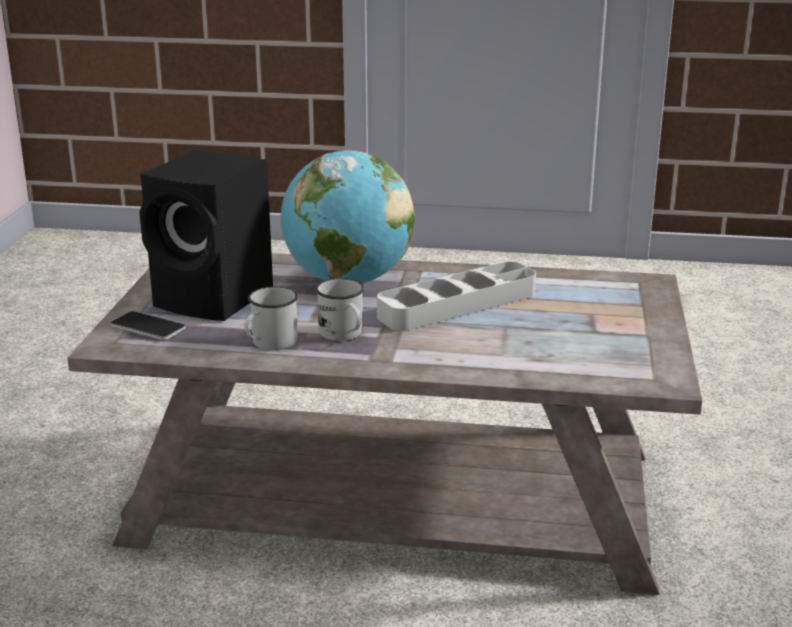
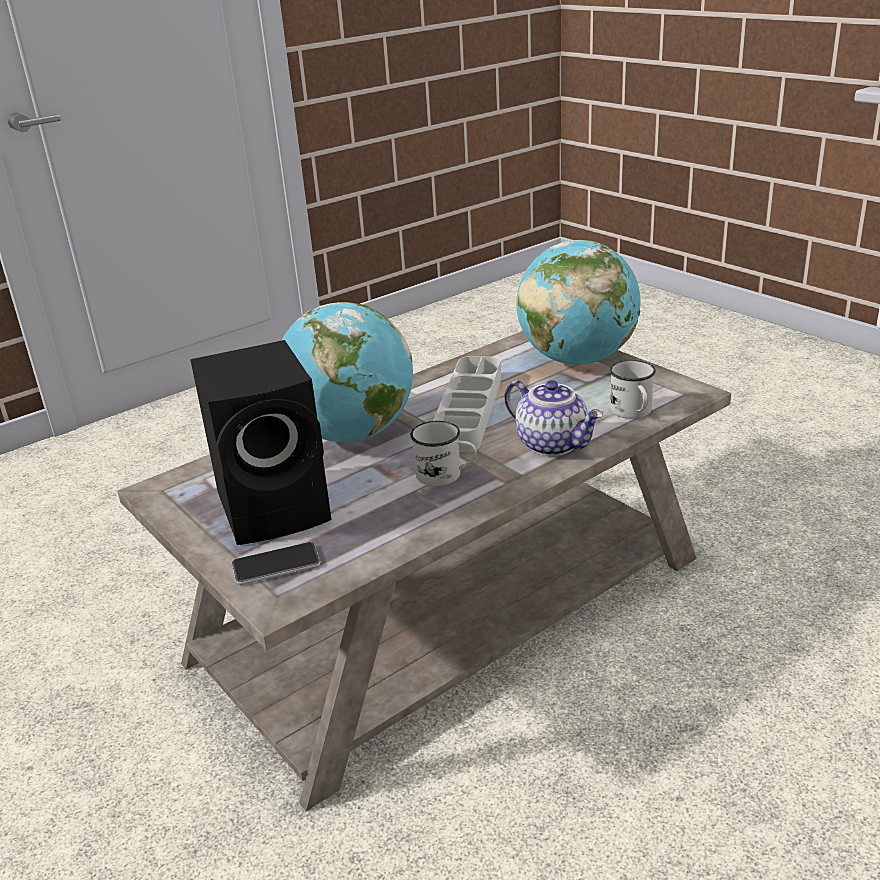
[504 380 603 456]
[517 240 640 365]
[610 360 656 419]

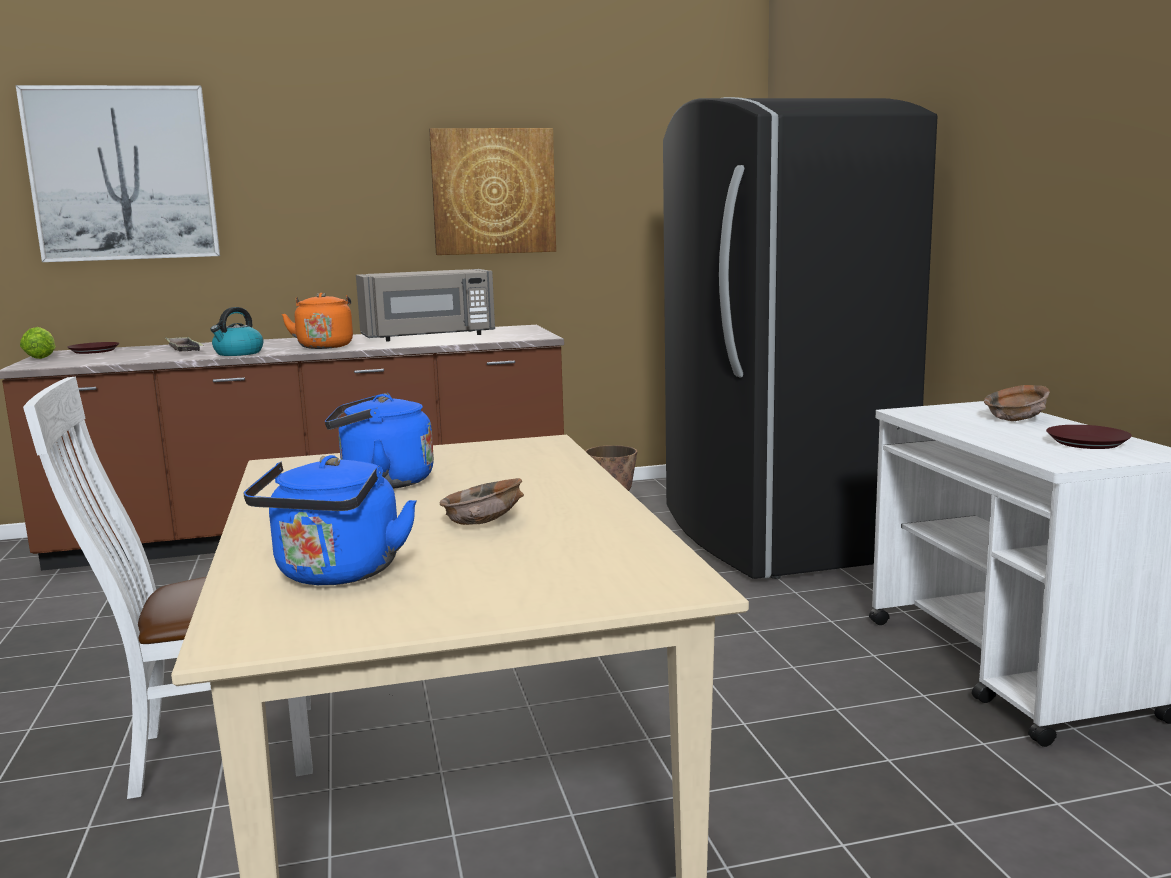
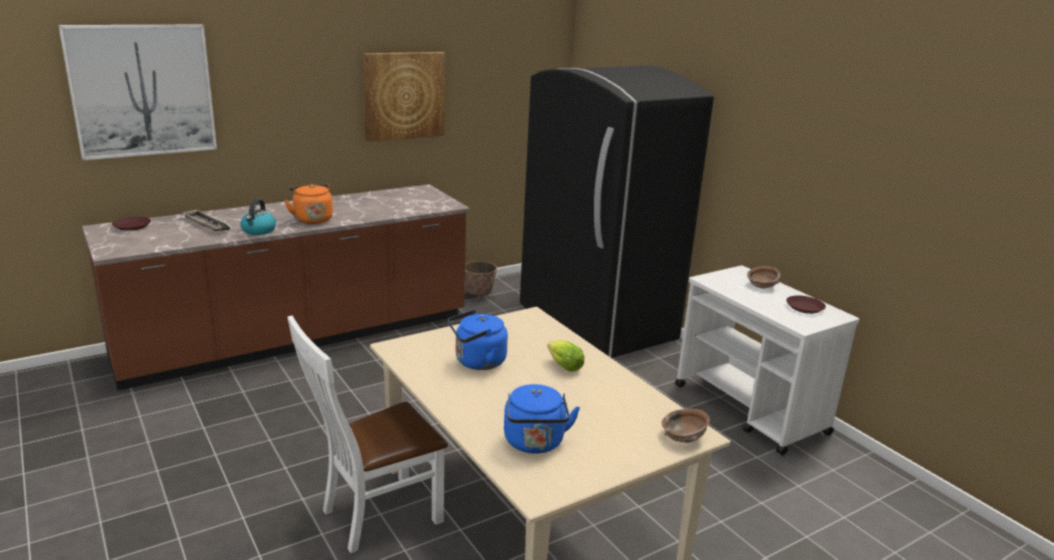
[356 269 495 342] (first image)
[547 340 584 371]
[662 409 710 443]

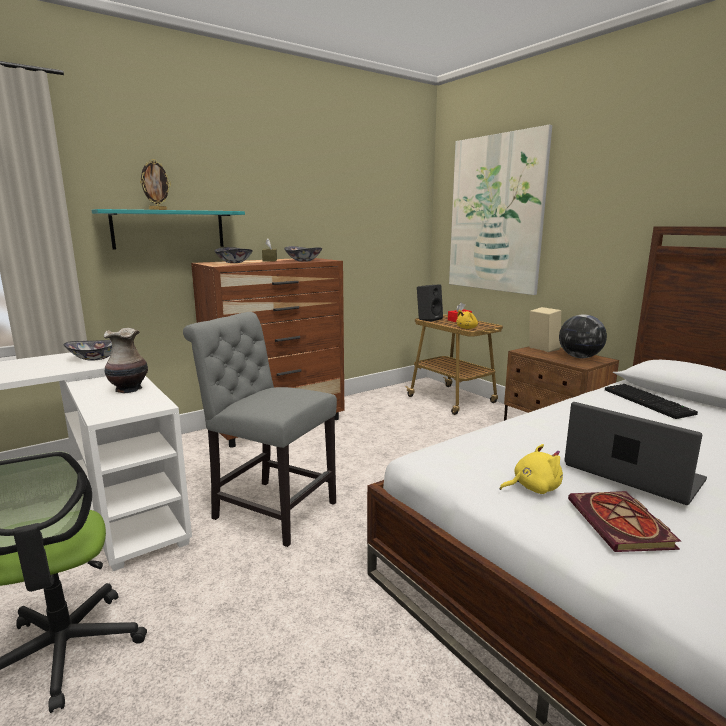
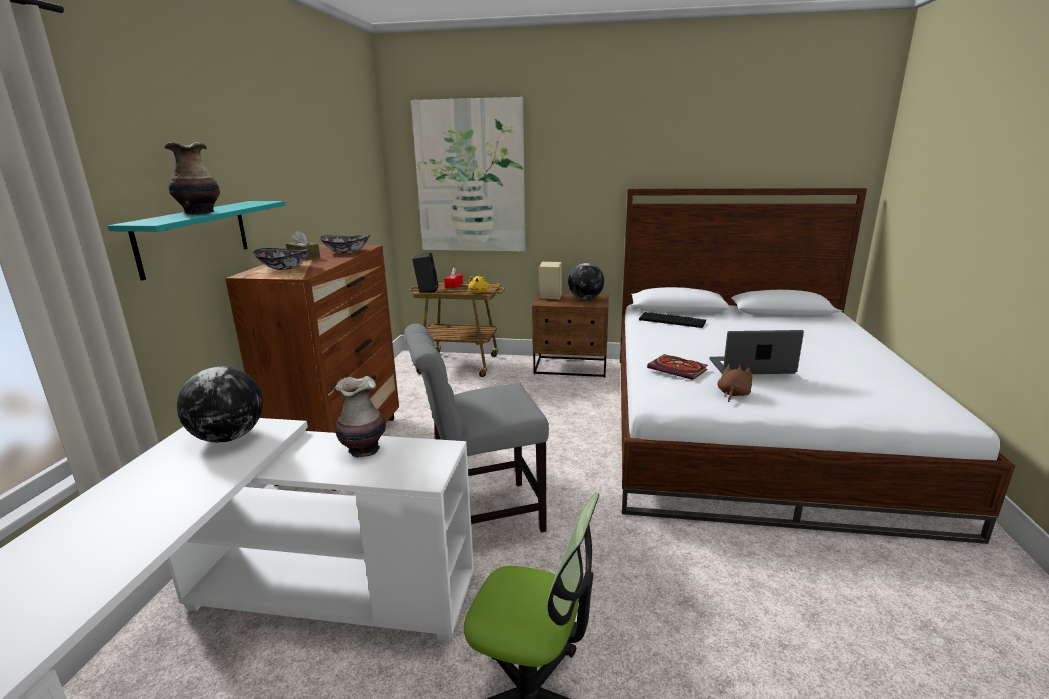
[647 354 708 380]
[177 366 263 443]
[164 142 220 215]
[717 364 752 402]

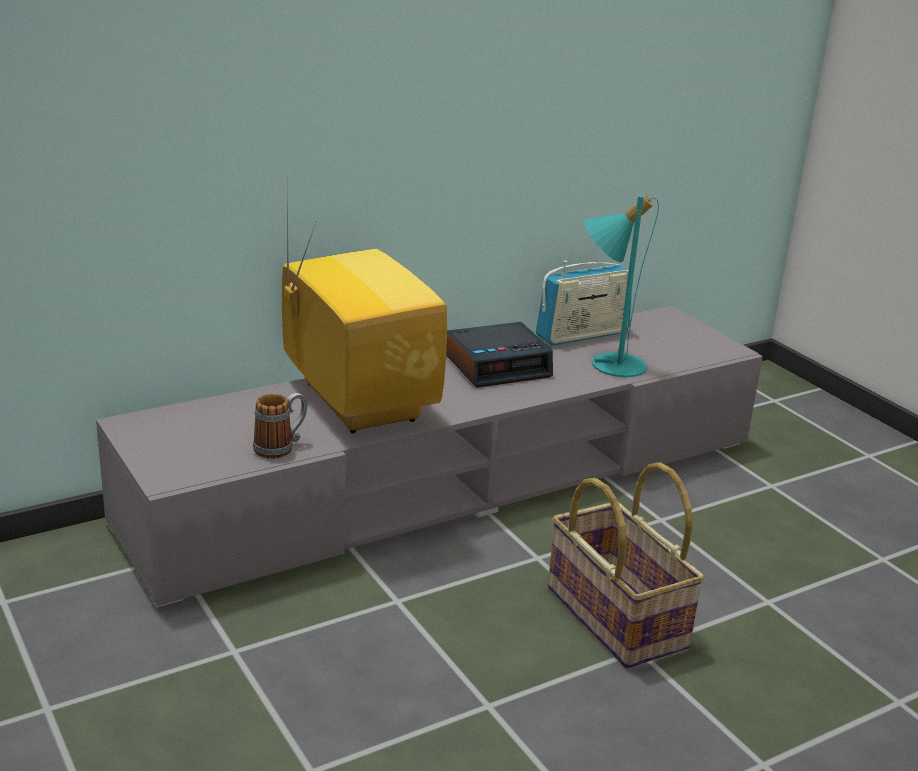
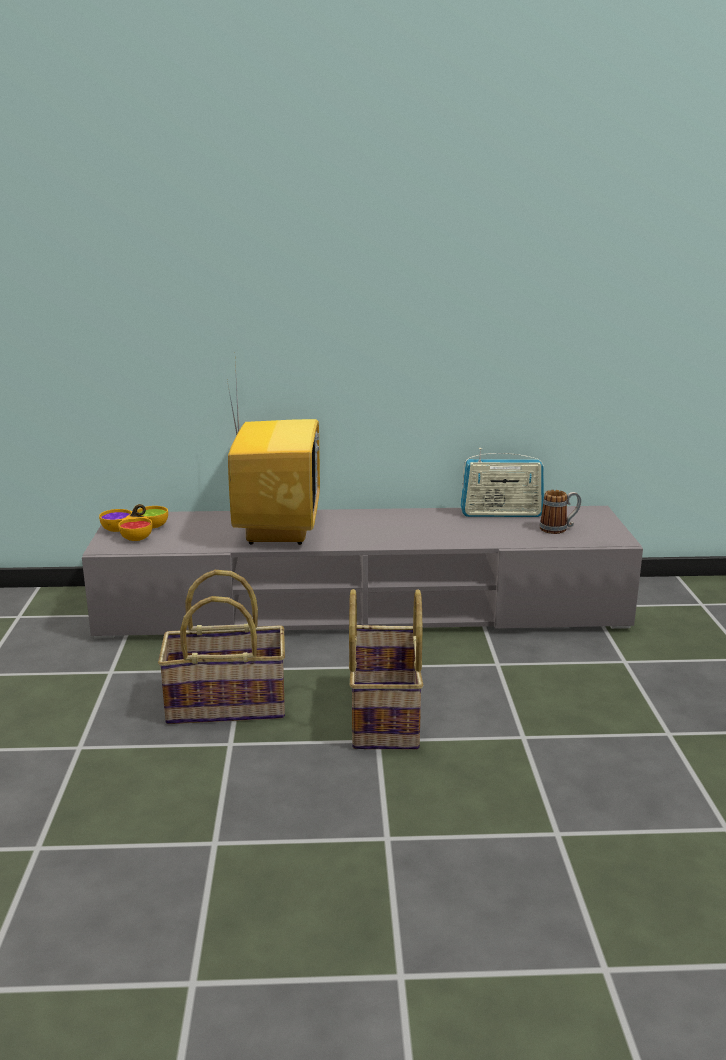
[446 322 553 388] (first image)
[585 196 659 377] (first image)
[99 504 168 541]
[158 570 285 724]
[539 490 581 534]

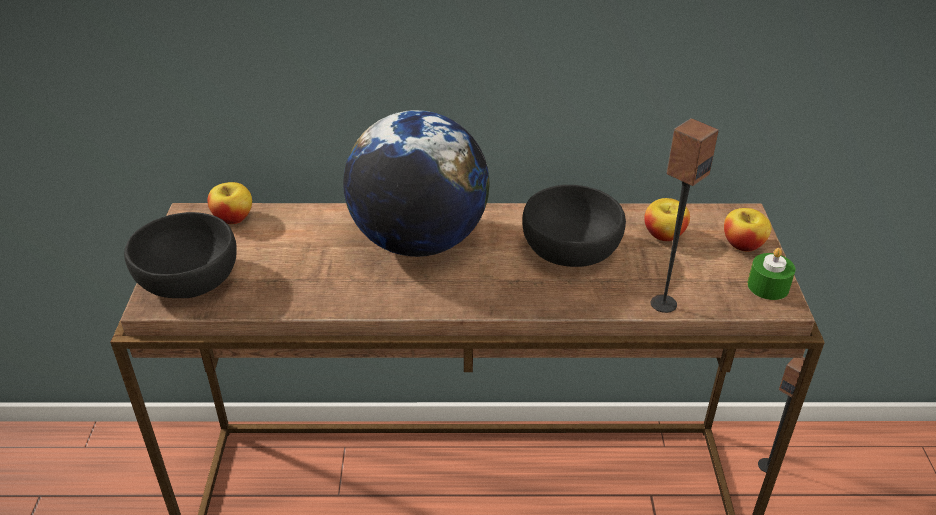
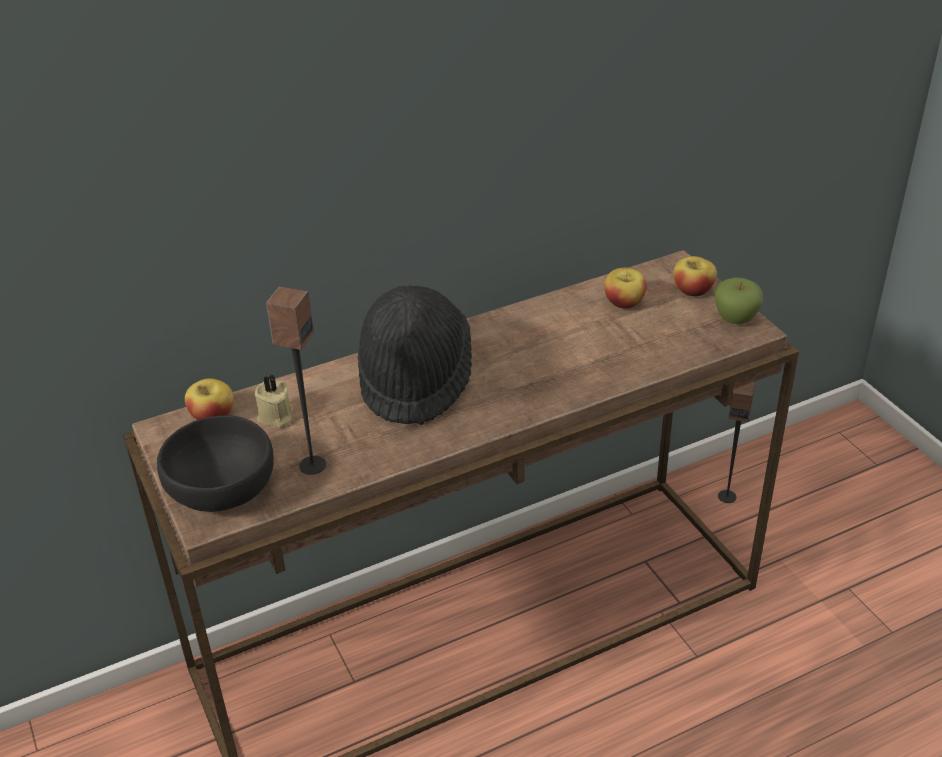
[522 185 626 267] (first image)
[255 375 293 428]
[266 286 326 475]
[357 285 472 425]
[714 278 764 324]

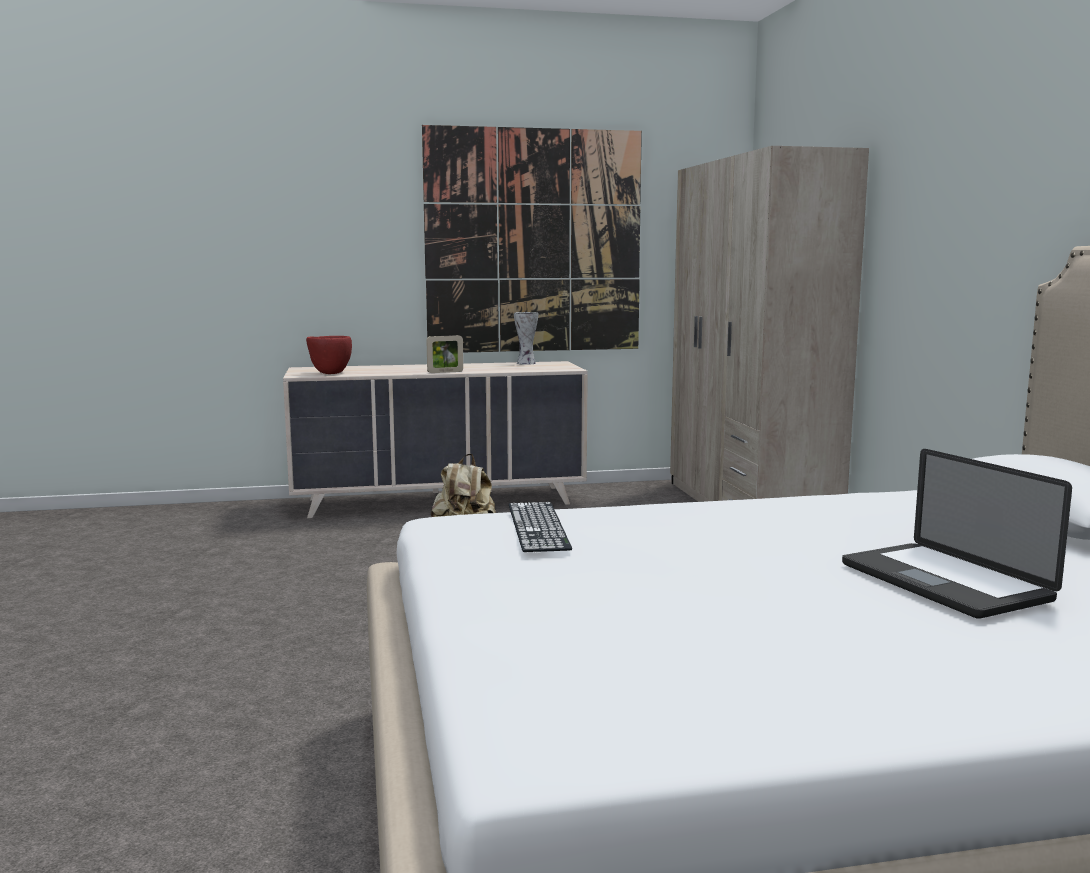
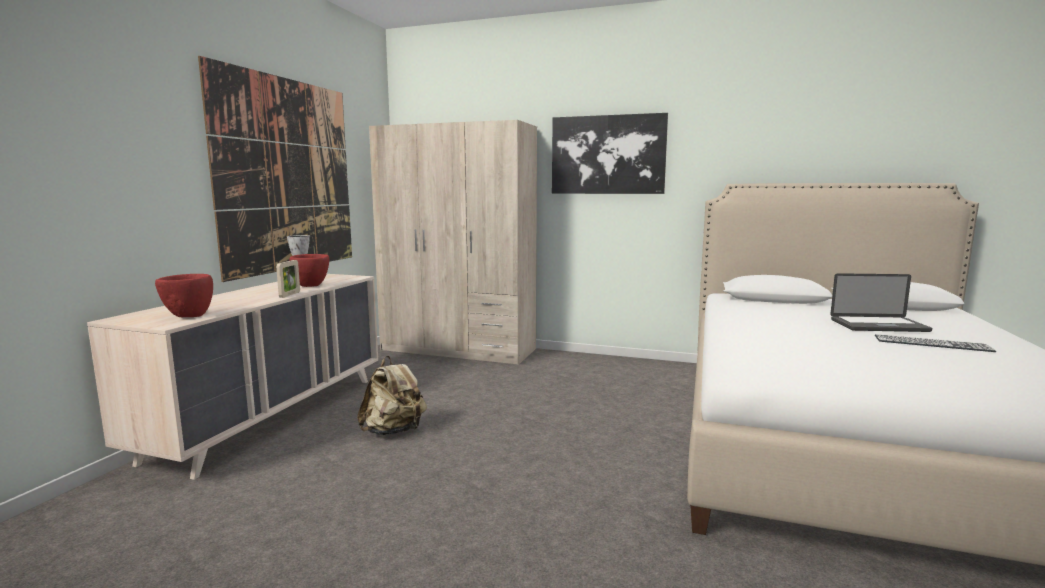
[289 254 329 287]
[552 113 668 194]
[875 334 996 352]

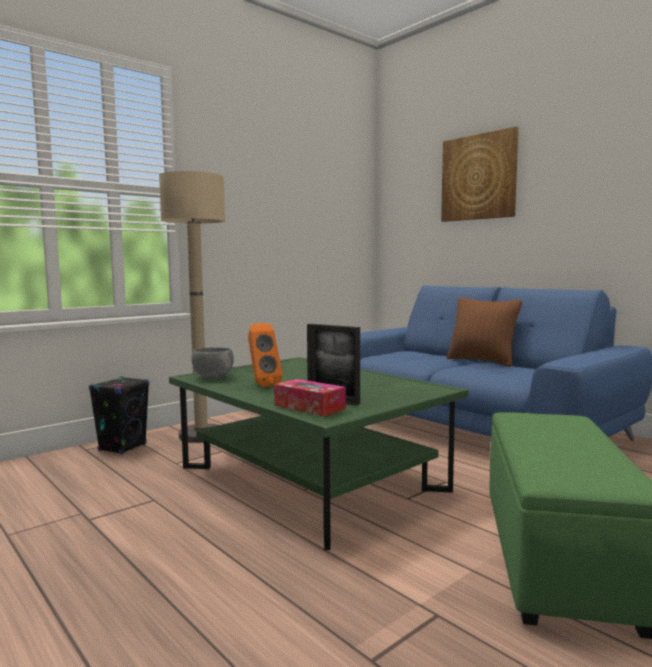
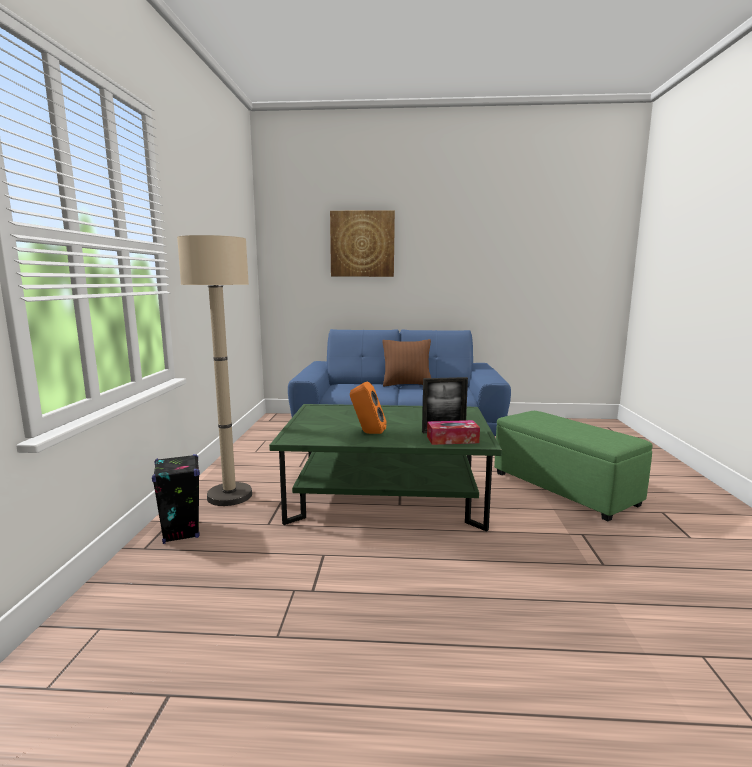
[191 347 234 379] (first image)

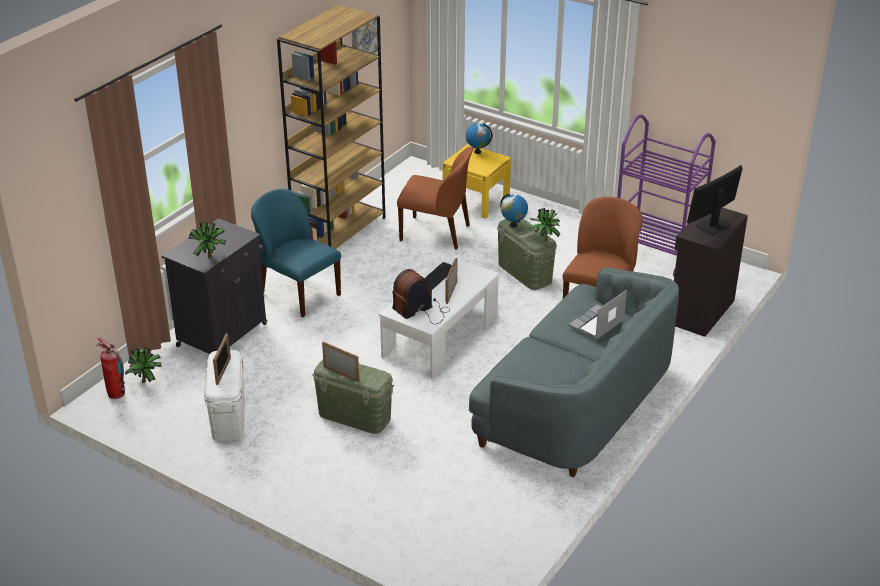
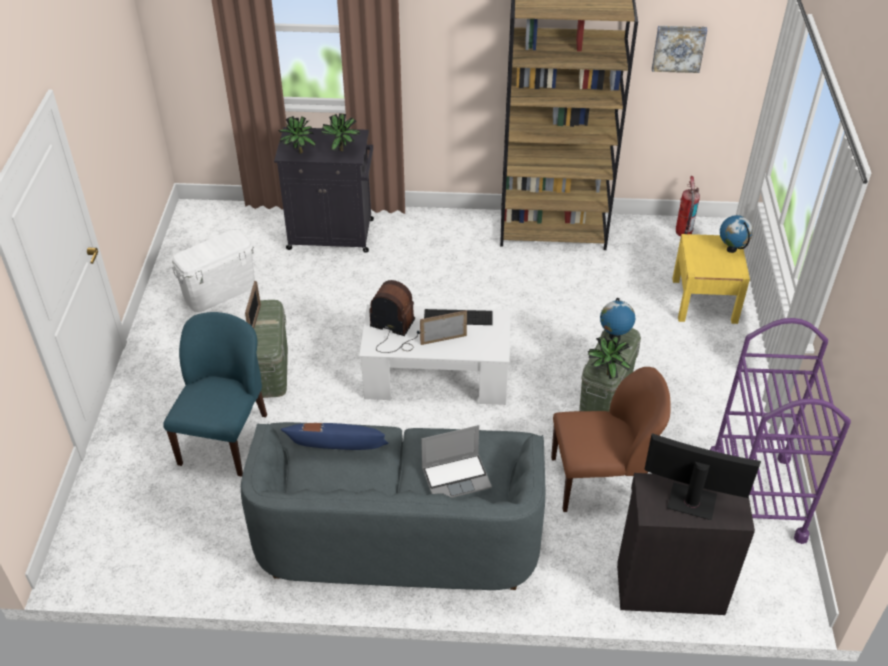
[213 333 231 385] (first image)
[397 147 474 250] (first image)
[281 423 389 450]
[676 176 700 237]
[321 114 360 151]
[163 312 267 477]
[421 425 492 498]

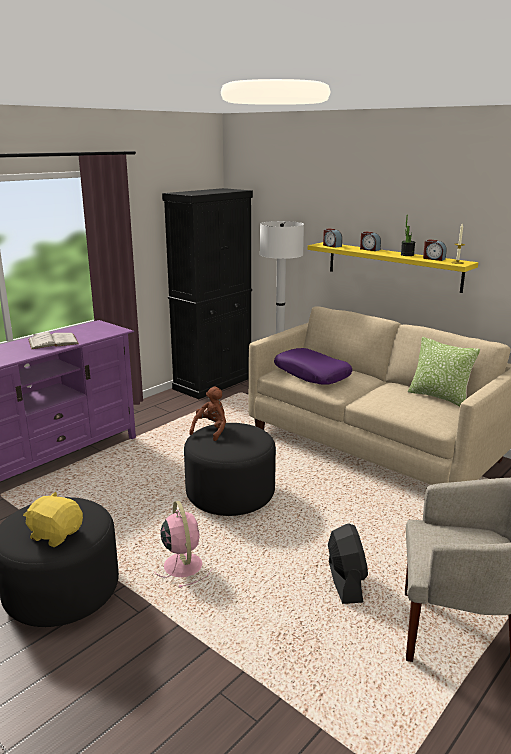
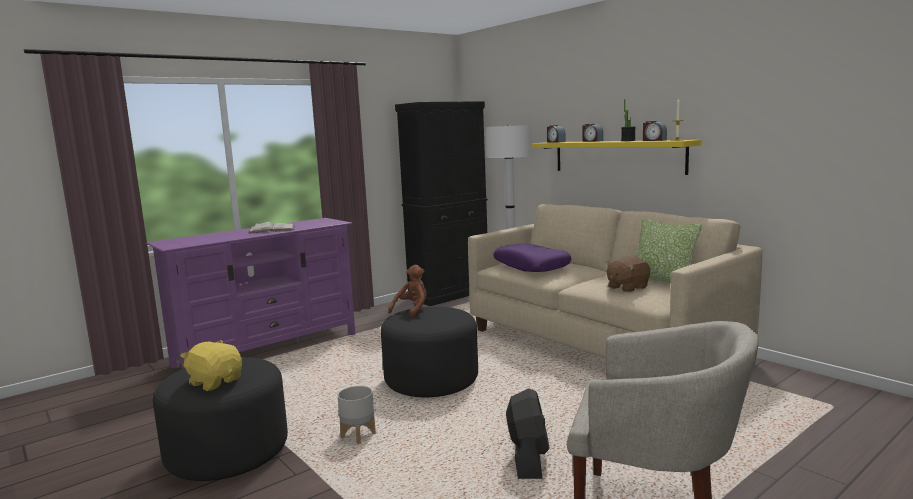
[606 256 650 292]
[338 386 376 444]

